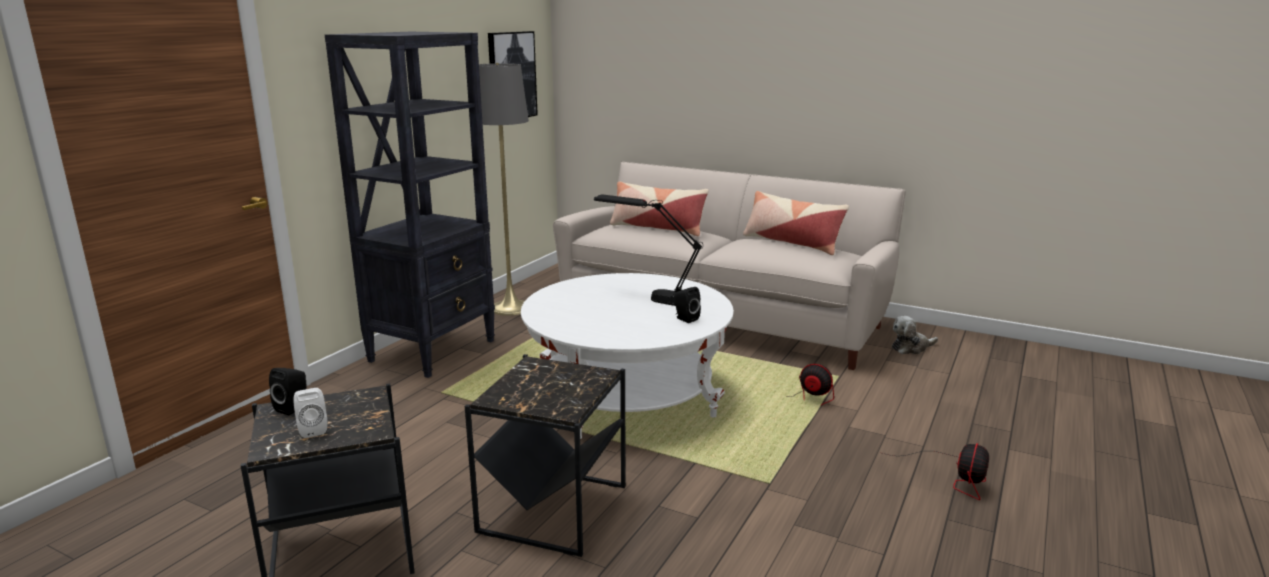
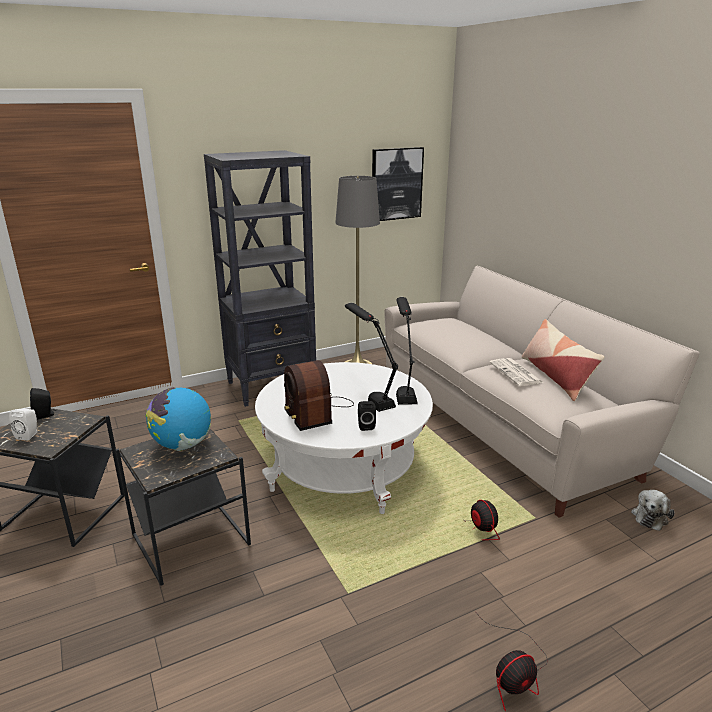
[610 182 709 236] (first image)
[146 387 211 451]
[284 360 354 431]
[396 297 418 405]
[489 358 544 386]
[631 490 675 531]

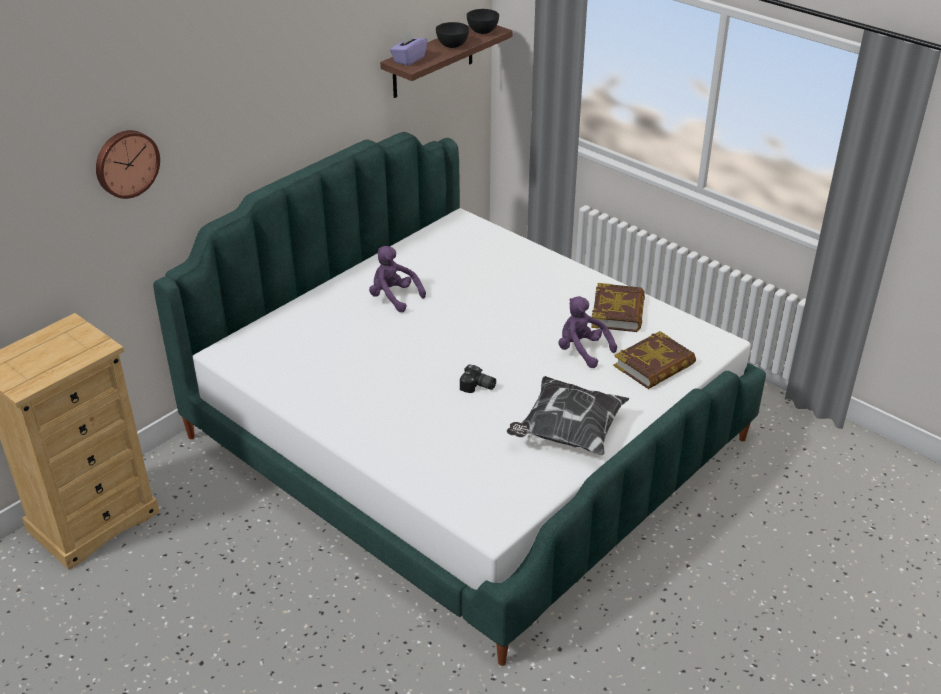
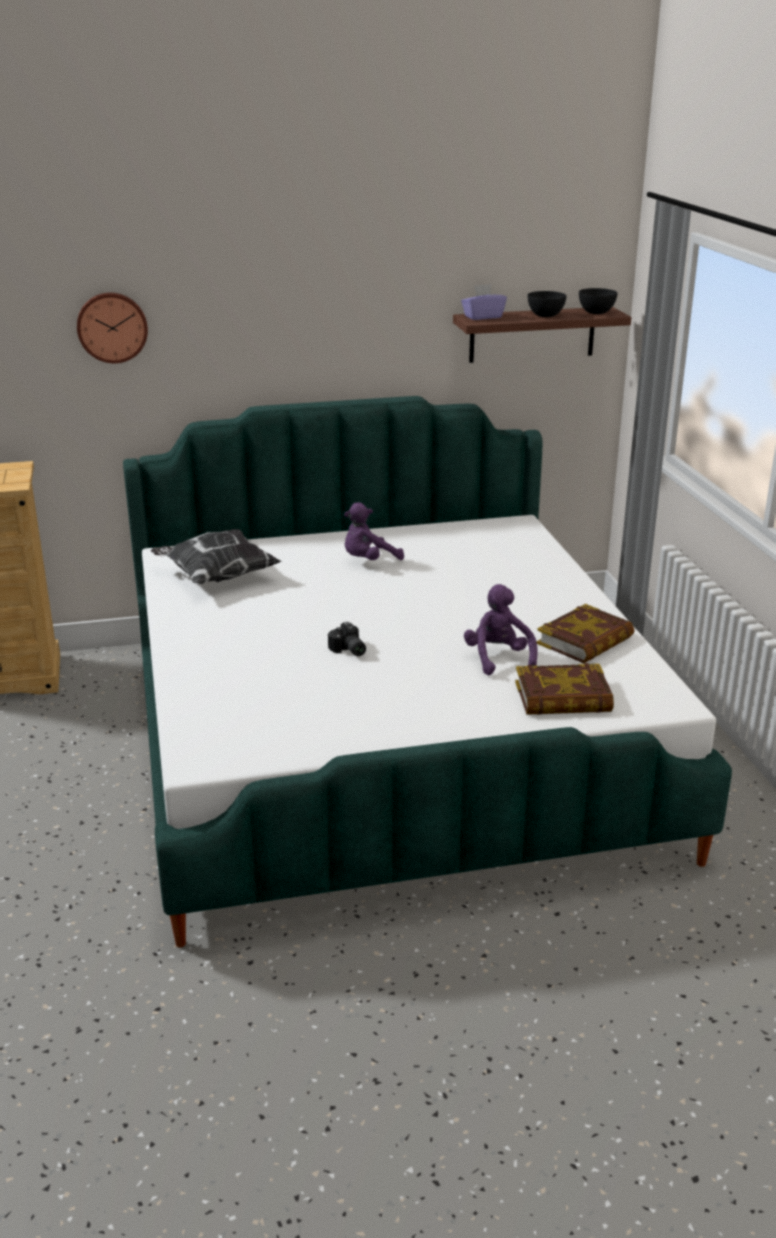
[151 529 281 584]
[344 502 404 560]

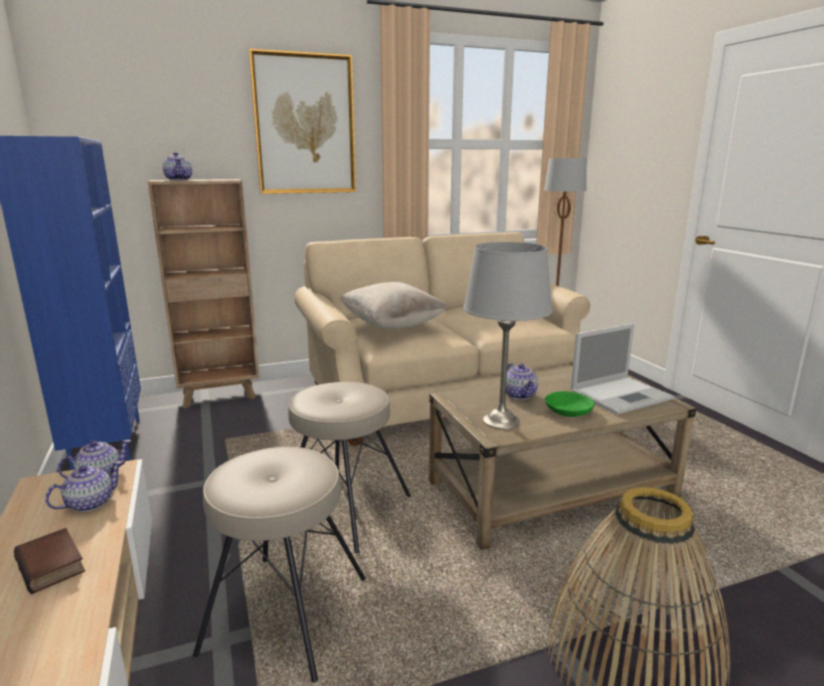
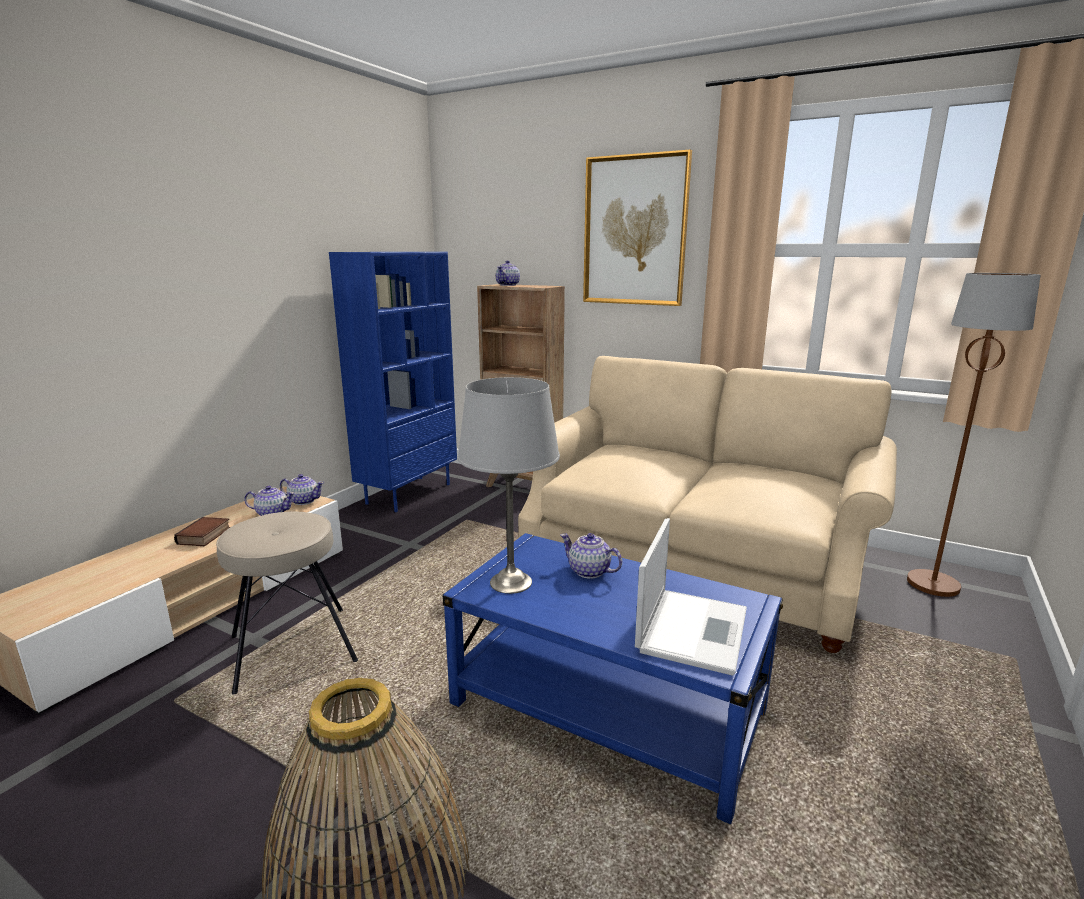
[288 382 411 553] (first image)
[340 282 447 329] (first image)
[545 391 595 417] (first image)
[443 533 783 824]
[560 533 622 579]
[635 518 747 676]

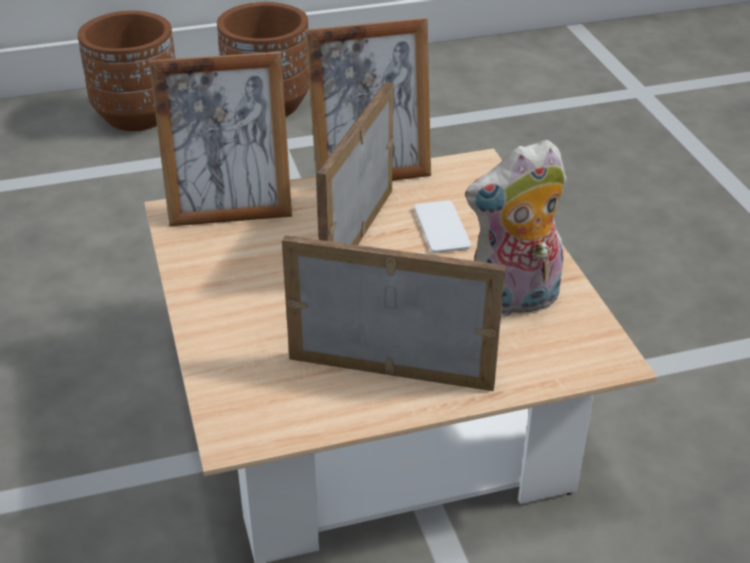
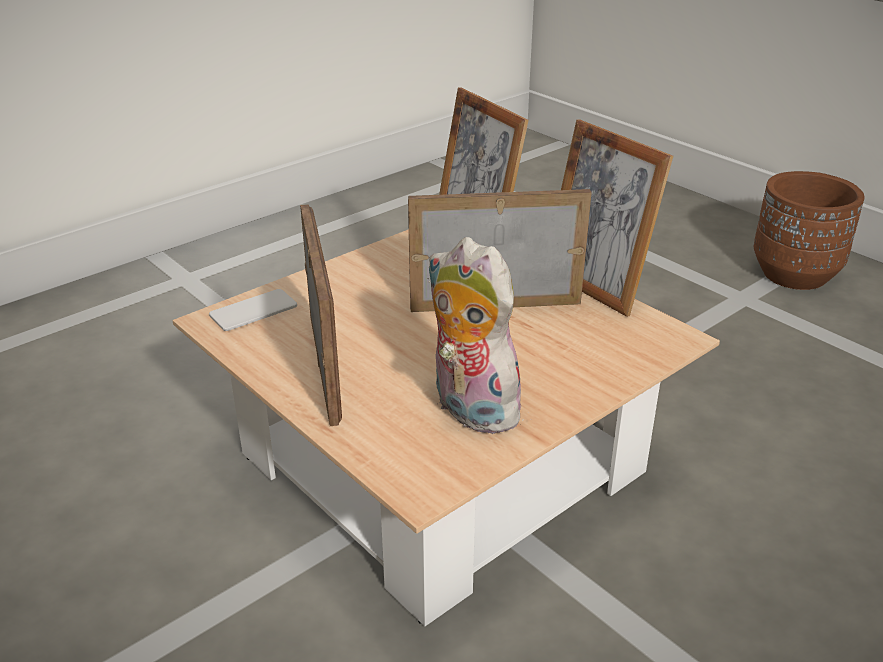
[78 11 176 131] (first image)
[209 289 297 331]

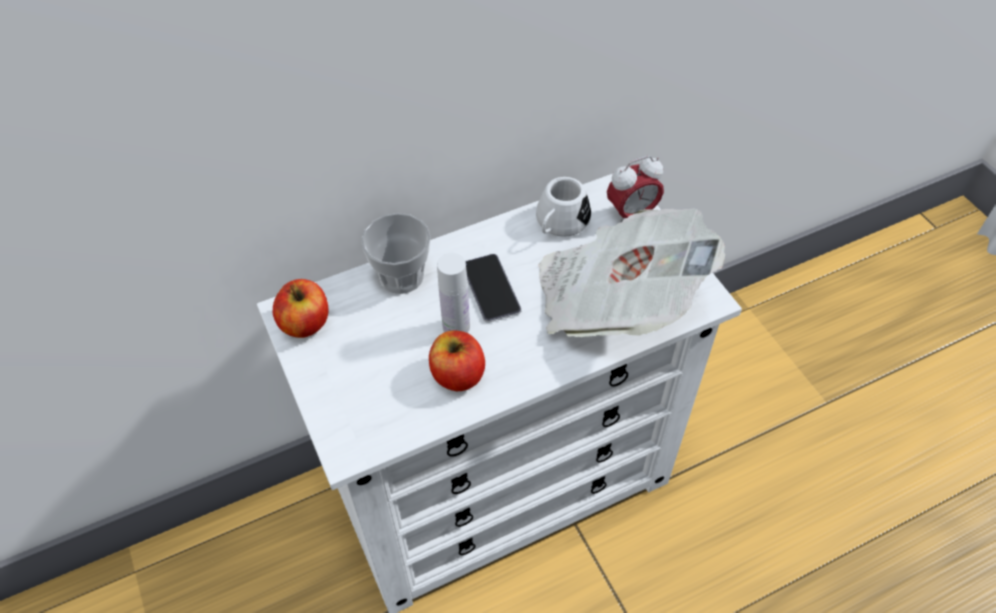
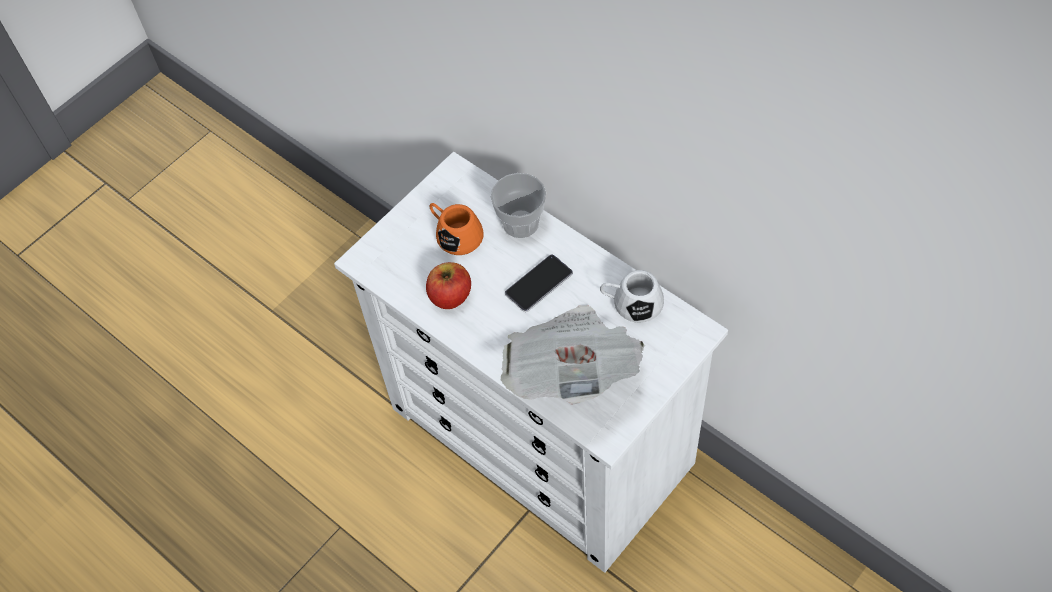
[273 279 328 338] (first image)
[437 253 470 333] (first image)
[607 156 664 222] (first image)
[429 203 484 255]

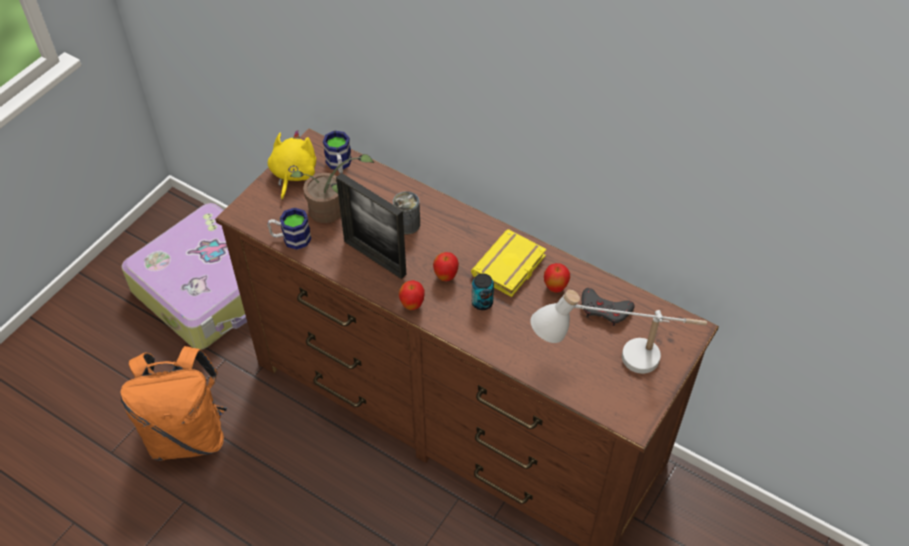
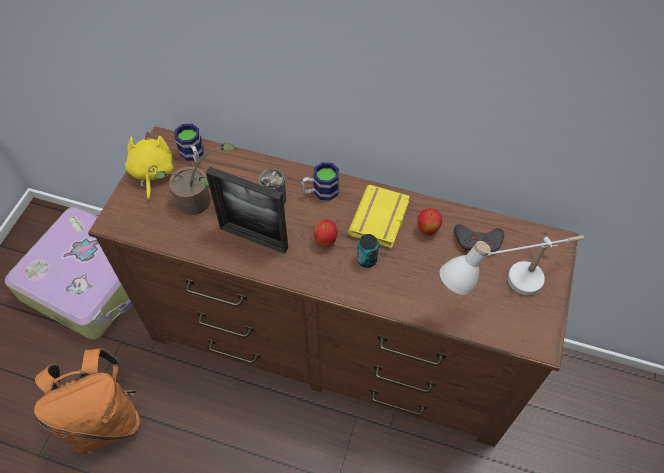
[399 280 425 310] (first image)
[302 162 339 201]

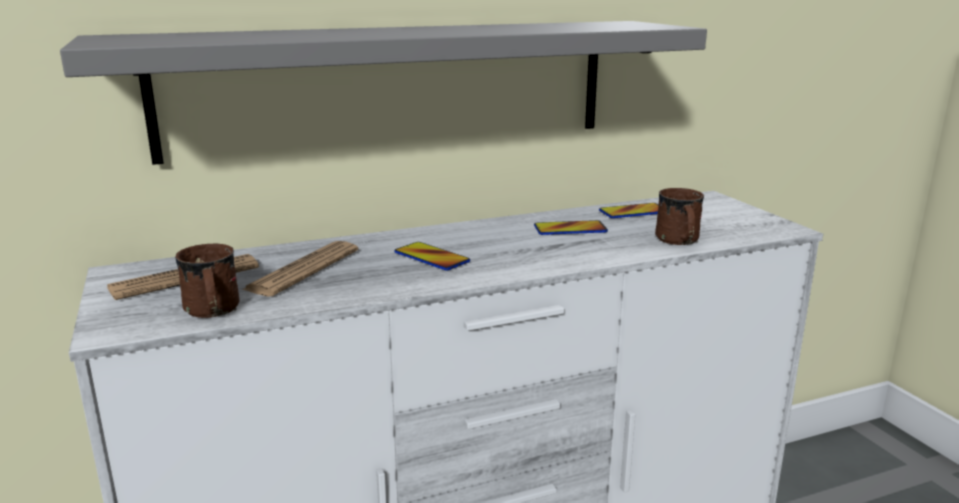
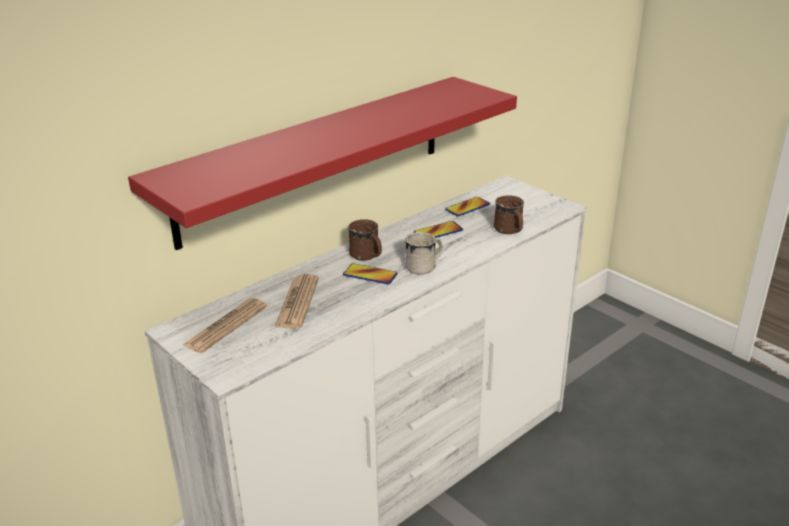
[405 232 443 275]
[348 219 382 261]
[128 77 517 250]

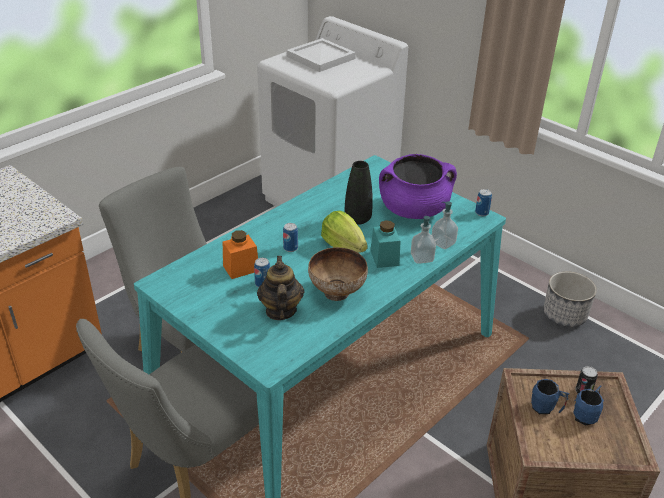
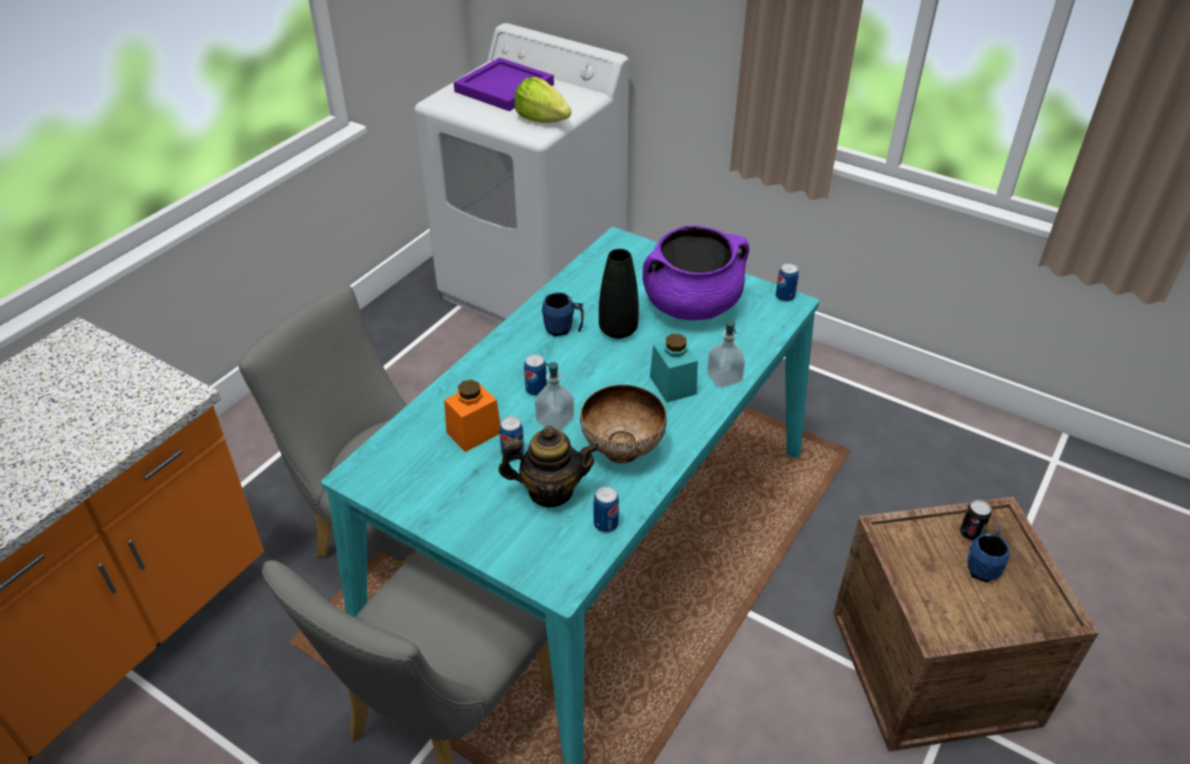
[543 271 597 327] (first image)
[594 486 619 533]
[514 77 571 123]
[535 362 574 431]
[542 292 584 336]
[454 58 554 111]
[498 426 600 507]

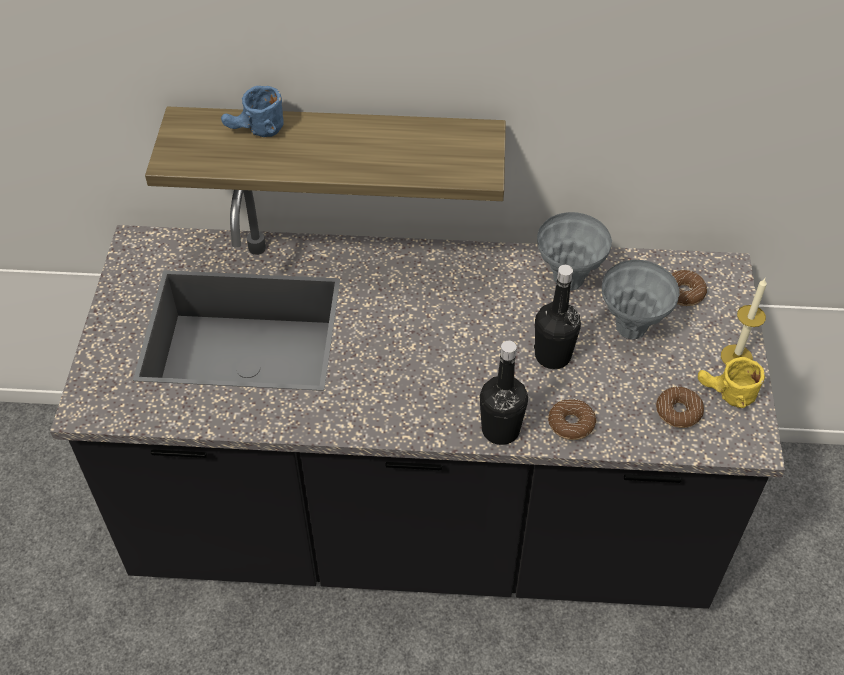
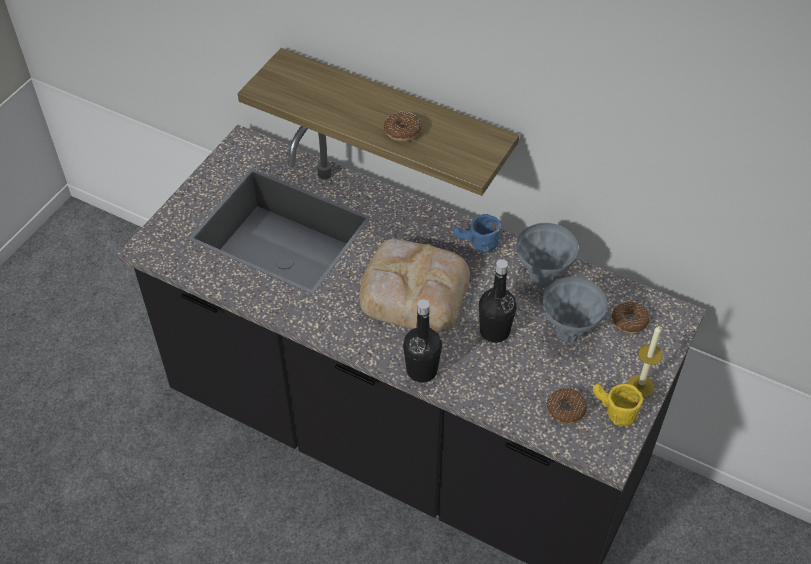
[360 239 470 332]
[453 214 501 253]
[384 112 422 141]

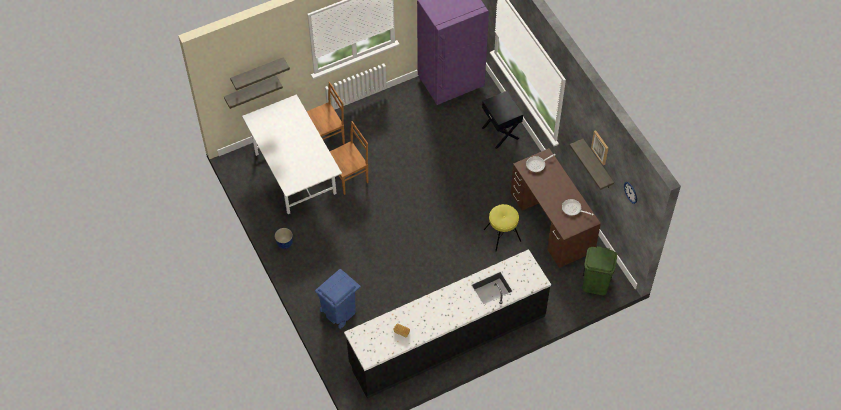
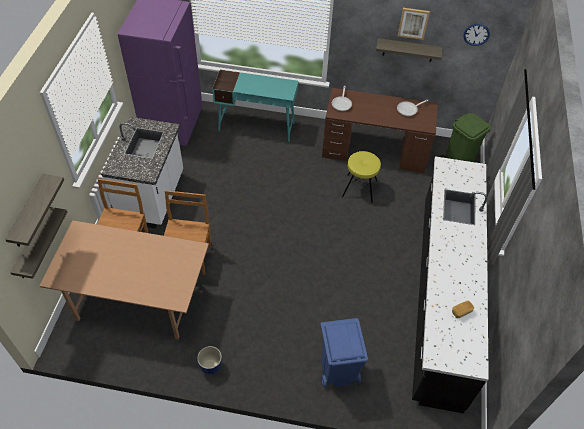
[101 117 183 229]
[212 70 299 142]
[40 220 209 339]

